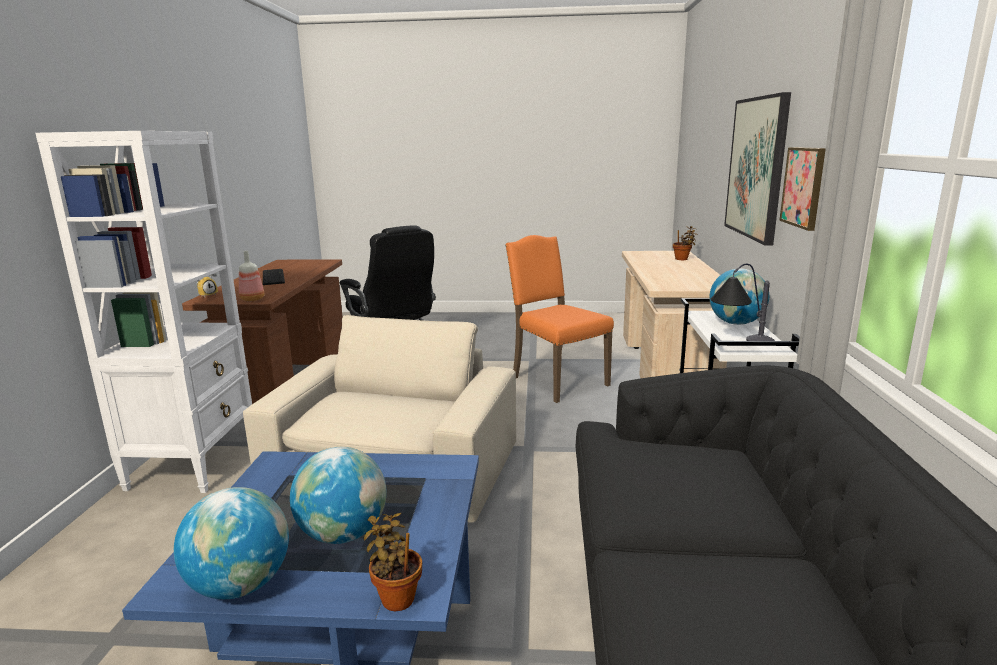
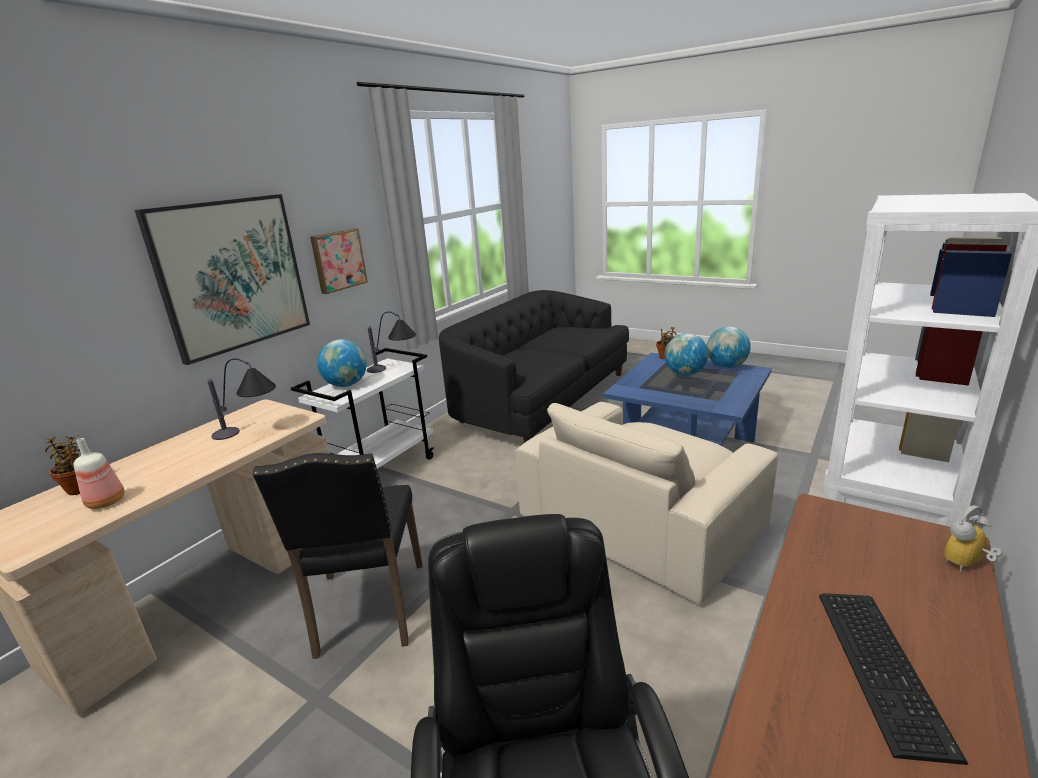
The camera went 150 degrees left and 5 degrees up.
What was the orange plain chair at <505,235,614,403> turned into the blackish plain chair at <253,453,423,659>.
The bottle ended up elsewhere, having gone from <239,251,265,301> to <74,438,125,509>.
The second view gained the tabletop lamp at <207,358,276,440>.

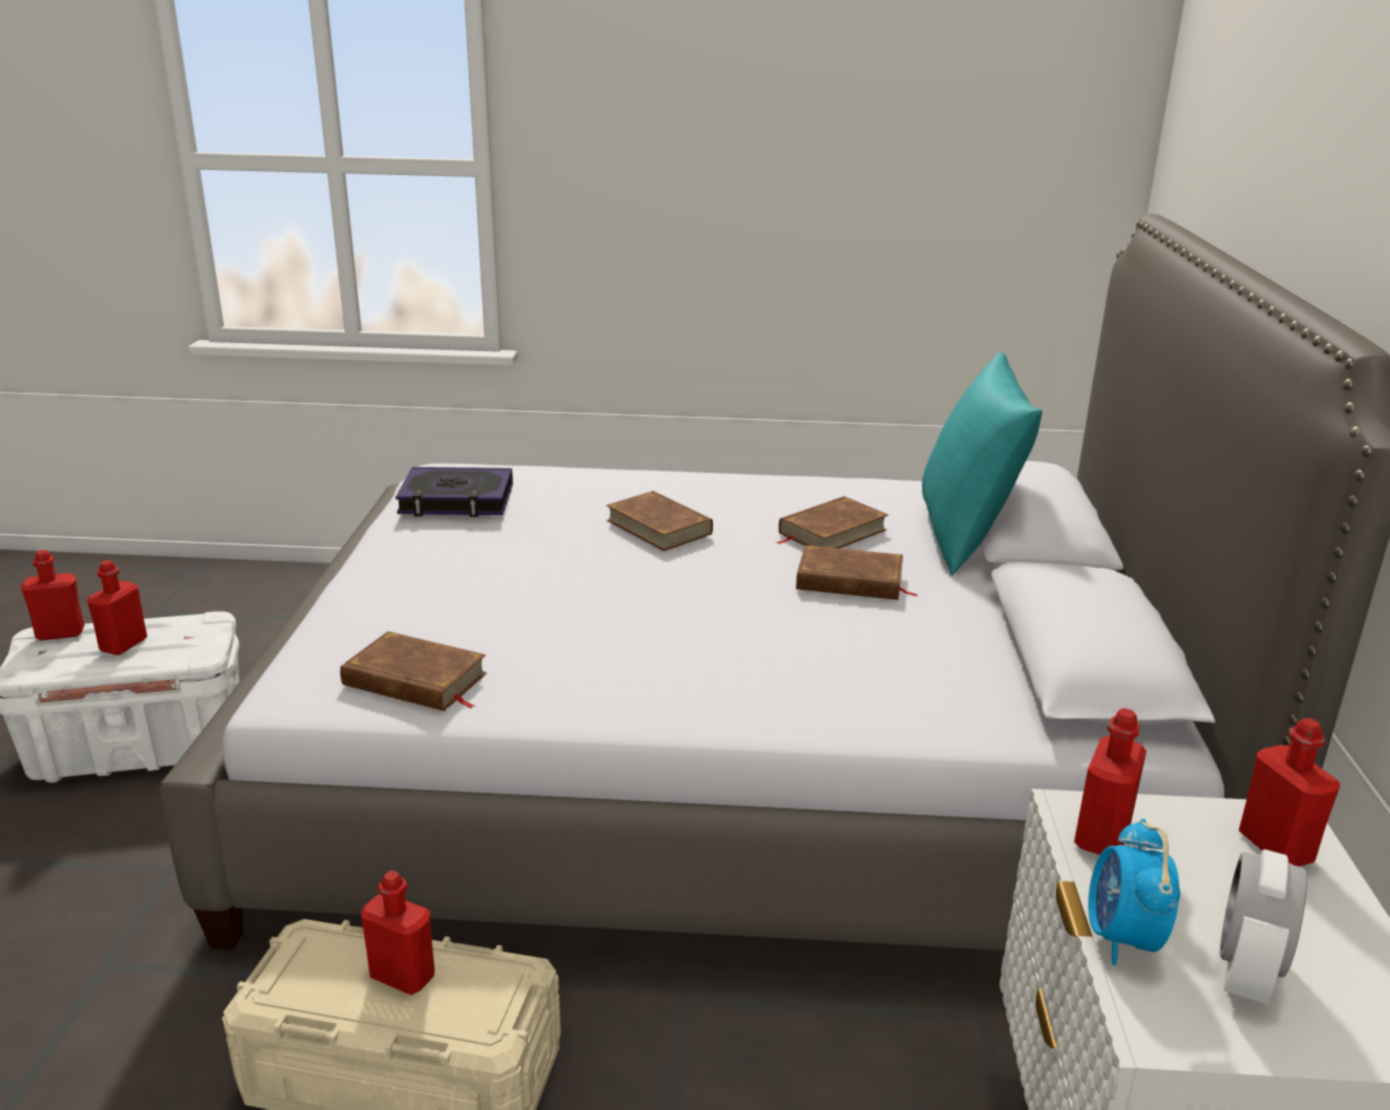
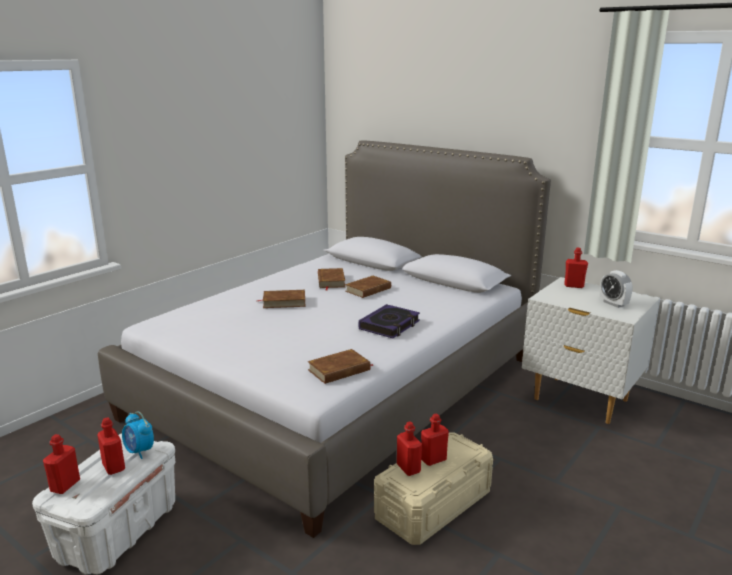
The camera went 55 degrees left and 5 degrees down.
The second view lost the turquoise-coloured cushion at <922,352,1042,576>.
The volume ended up elsewhere, having gone from <395,467,513,517> to <359,304,420,338>.
The red-coloured bottle ended up elsewhere, having gone from <1074,708,1146,855> to <397,421,422,476>.
The table clock ended up elsewhere, having gone from <1088,819,1180,965> to <122,412,154,459>.

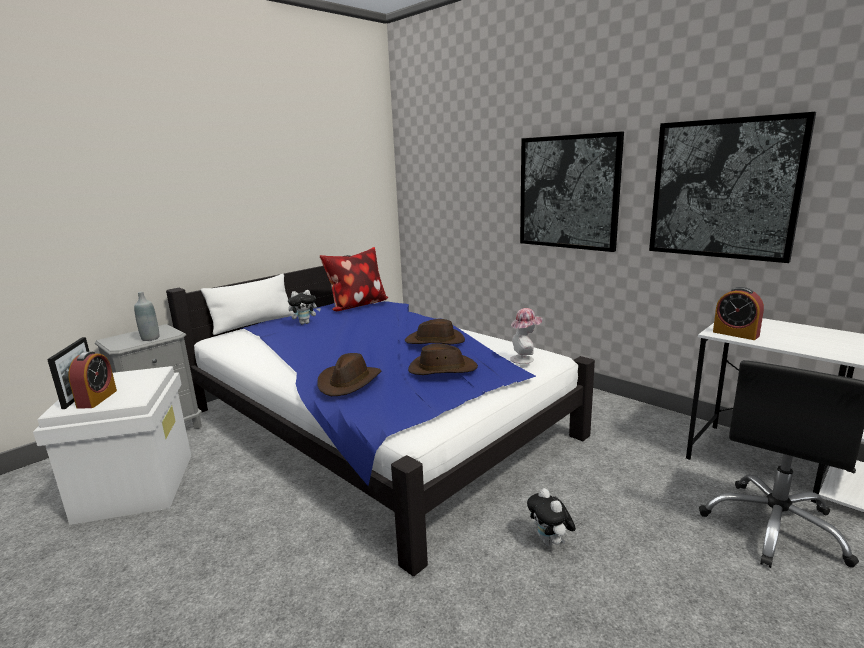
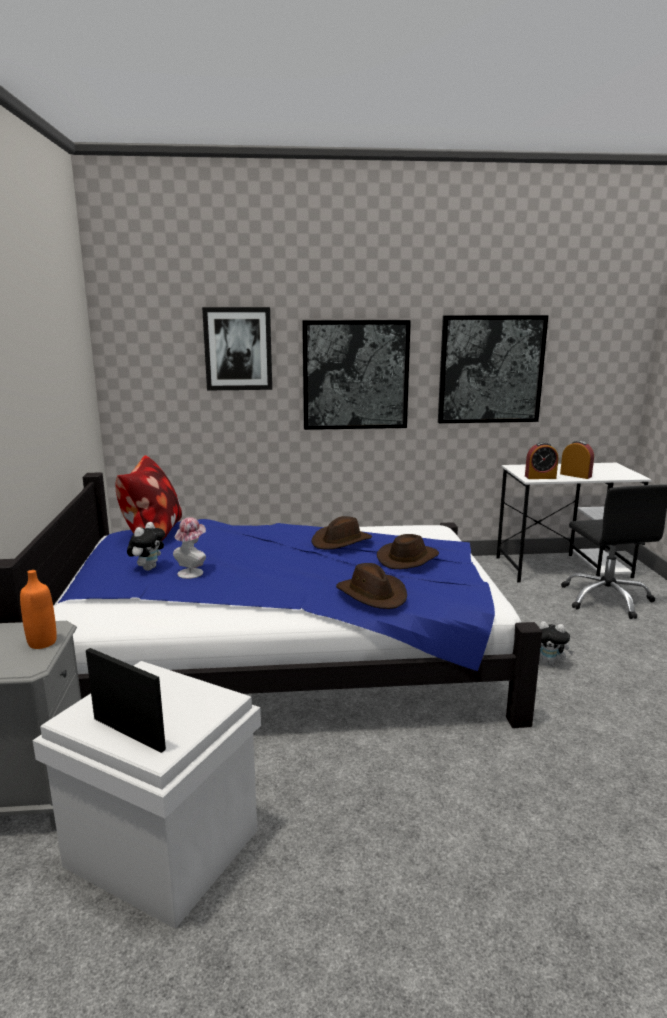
The camera went 50 degrees left and 0 degrees up.
The second view lost the white cushion at <201,274,294,335>.
What was the grey bottle at <134,292,159,341> turned into the orange bottle at <20,570,57,649>.
The hat ended up elsewhere, having gone from <510,308,543,364> to <173,517,206,579>.
The table clock ended up elsewhere, having gone from <68,352,117,409> to <560,440,594,479>.
The second view gained the picture at <202,307,272,390>.

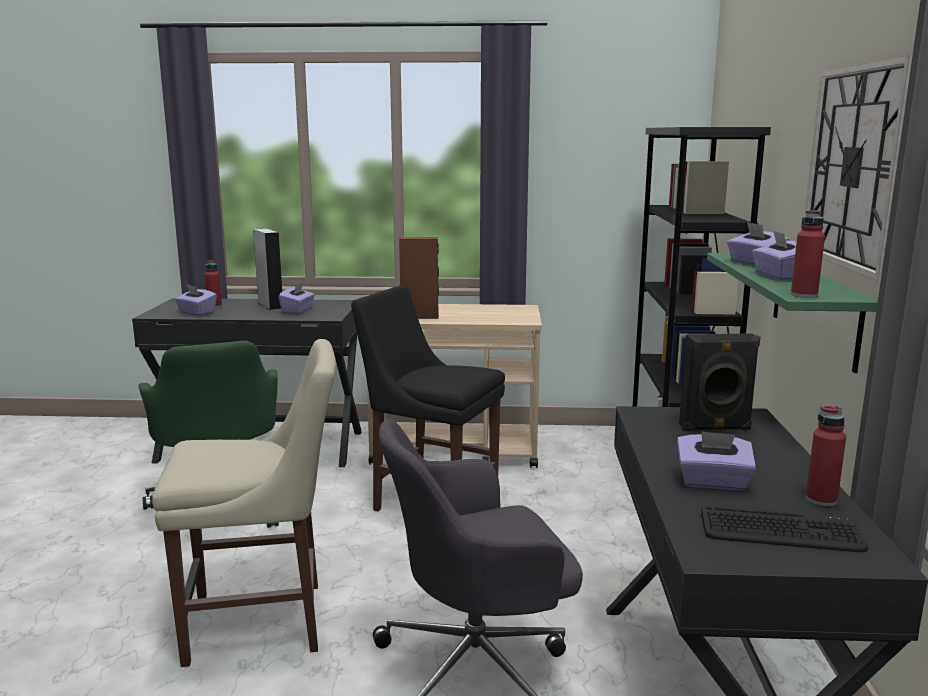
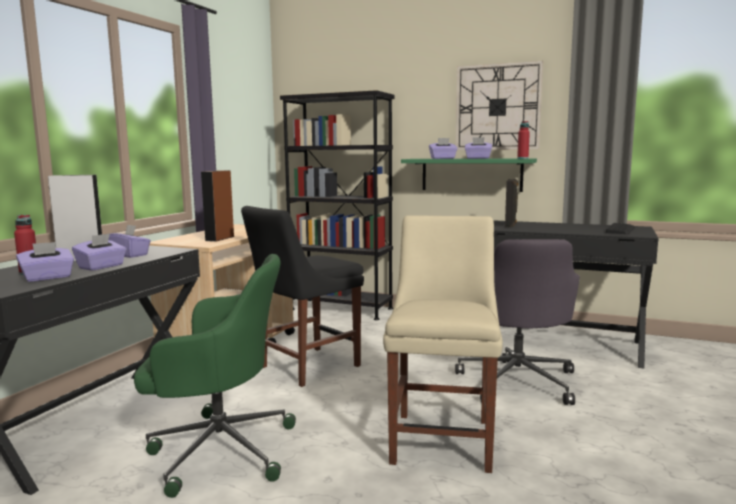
The camera went 70 degrees left and 5 degrees down.
The second view lost the red-coloured bottle at <806,406,846,506>.
The purplish tissue box ended up elsewhere, having gone from <677,431,756,490> to <72,233,126,271>.

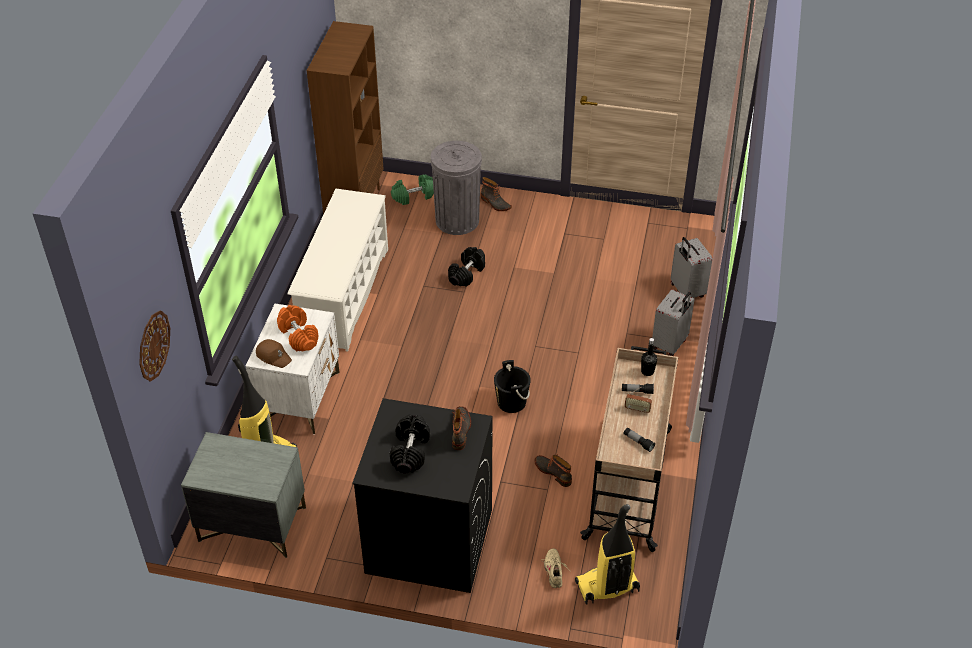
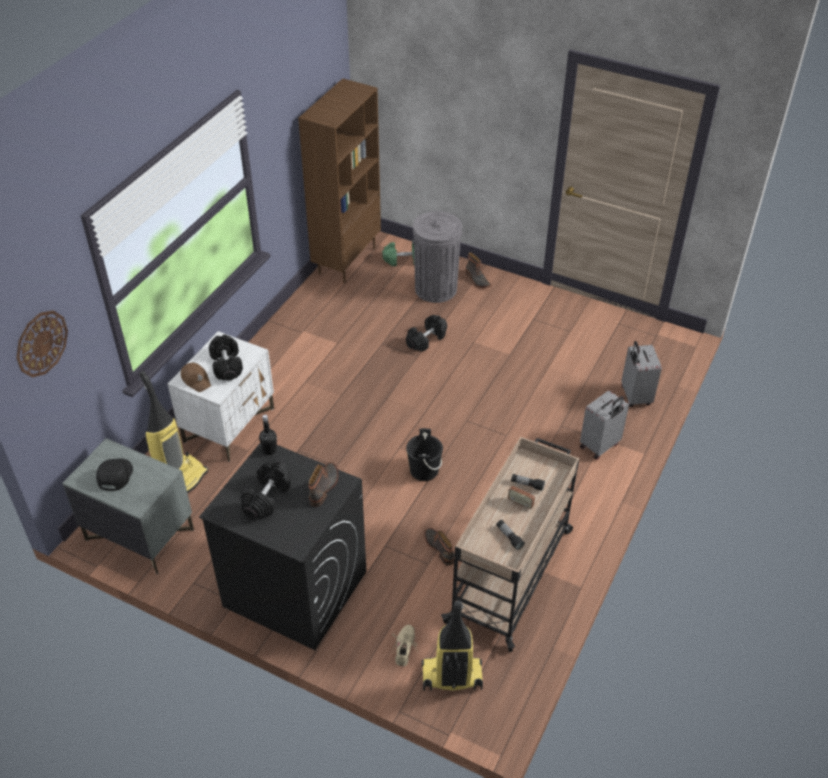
The camera went 15 degrees right and 0 degrees up.
The second view lost the white shoe stand at <288,189,388,351>.
What was the orange hand weight at <277,305,318,351> turned into the blackish hand weight at <209,334,243,381>.
The blackish bottle ended up elsewhere, having gone from <641,338,657,376> to <259,415,277,455>.
The second view gained the blackish baseball cap at <96,458,133,491>.

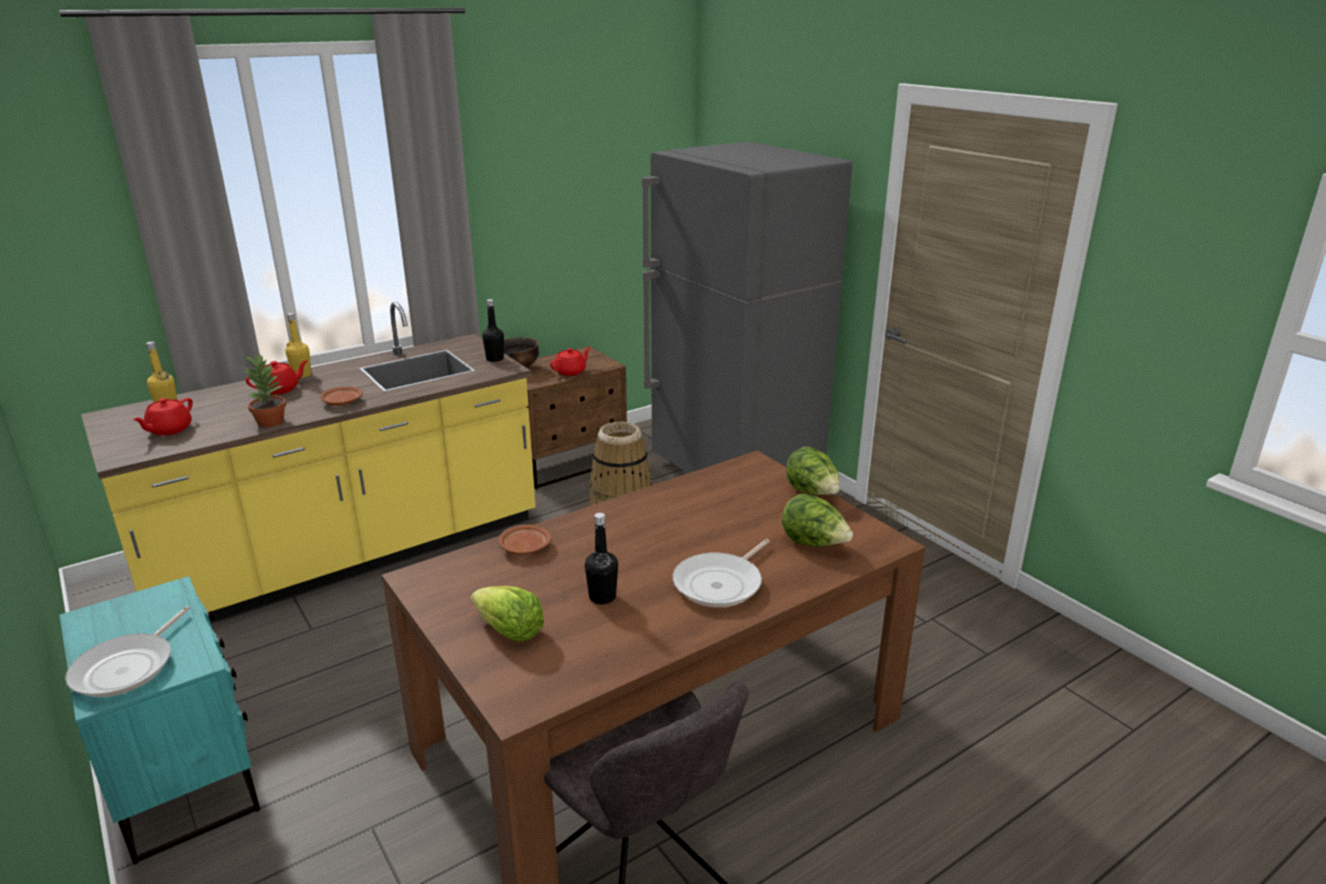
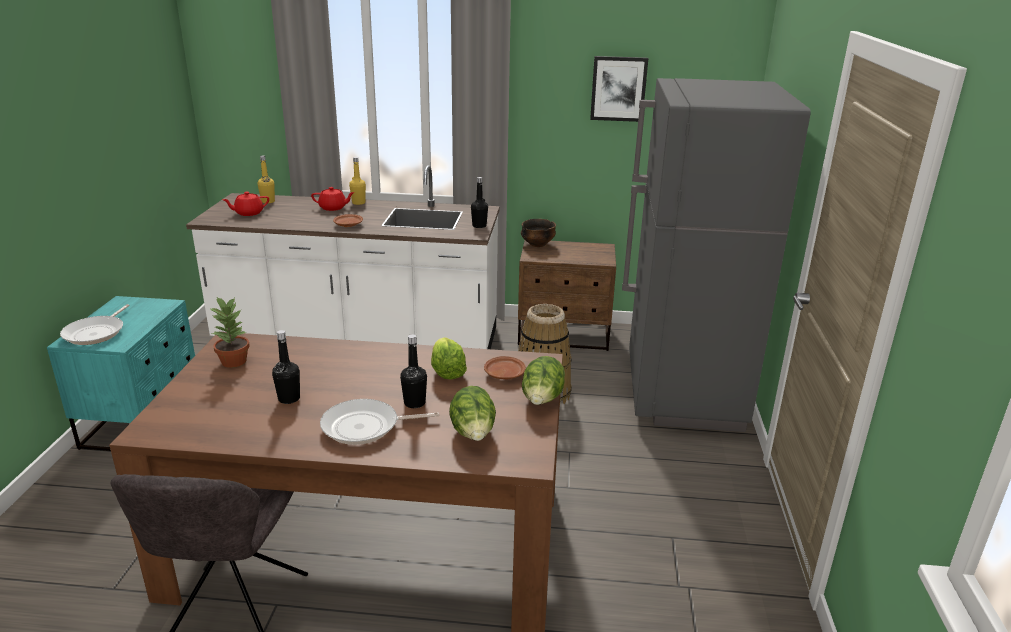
The camera went 40 degrees right and 0 degrees up.
What was the yellow-coloured kitchen base unit at <81,302,536,623> turned into the white kitchen base unit at <186,165,500,349>.
The second view lost the red-coloured tea pot at <550,347,591,376>.
The potted plant ended up elsewhere, having gone from <244,355,286,427> to <209,297,249,368>.
The brownish flat dish ended up elsewhere, having gone from <498,524,551,555> to <484,356,526,379>.
The lettuce ended up elsewhere, having gone from <471,586,544,642> to <431,337,467,380>.
The pan at <65,606,190,697> ended up facing another way, 45 degrees counterclockwise from before.
The second view gained the picture at <590,56,648,122>.
The second view gained the blackish bottle at <400,334,427,408>.

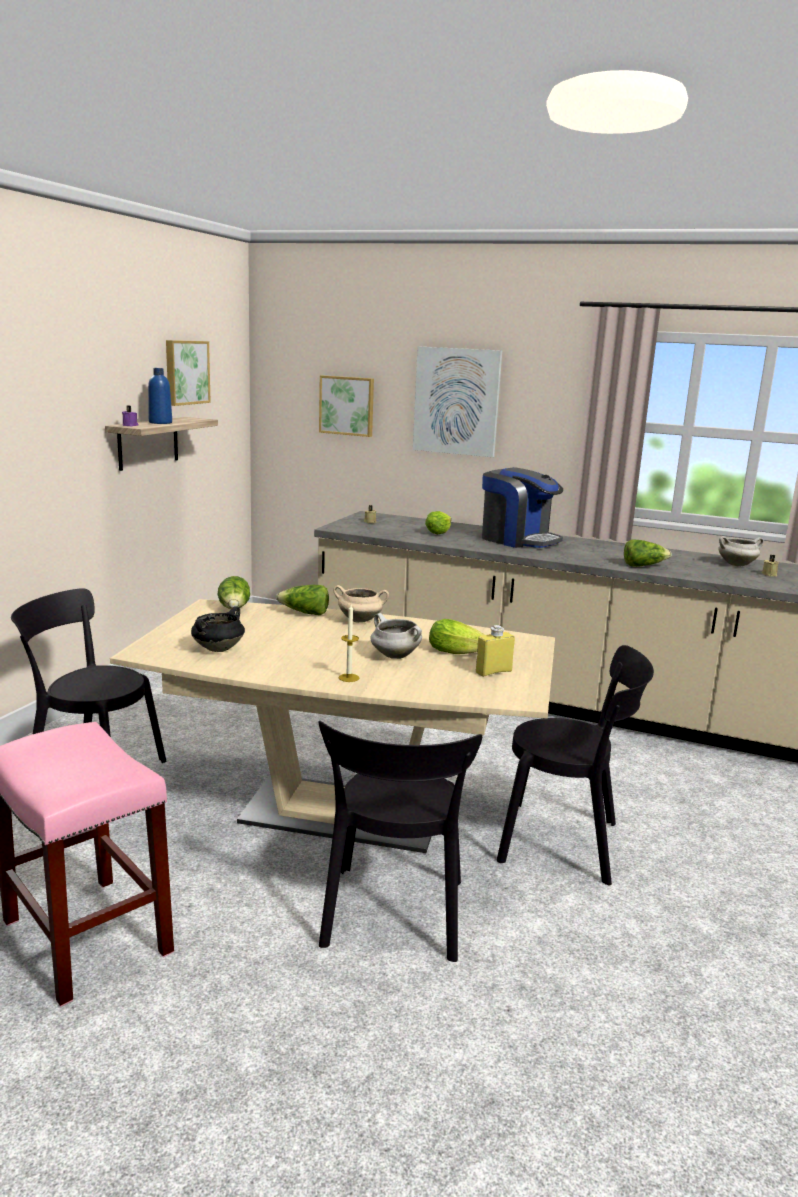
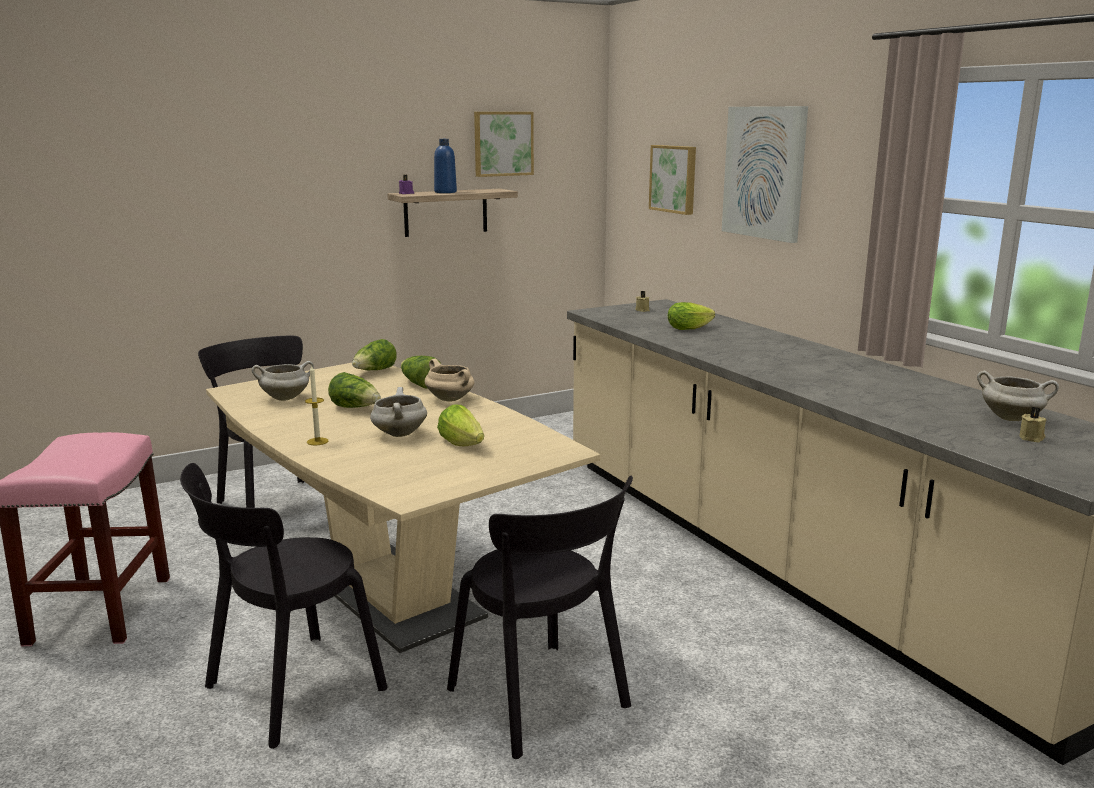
The camera went 40 degrees right and 0 degrees up.
The second view lost the coffee machine at <482,467,563,548>.
The lettuce ended up elsewhere, having gone from <624,539,671,567> to <328,372,381,408>.
What was the blackish saucepot at <191,606,245,652> turned into the white saucepot at <252,361,314,401>.
The second view lost the yellow-coloured bottle at <476,625,515,677>.

